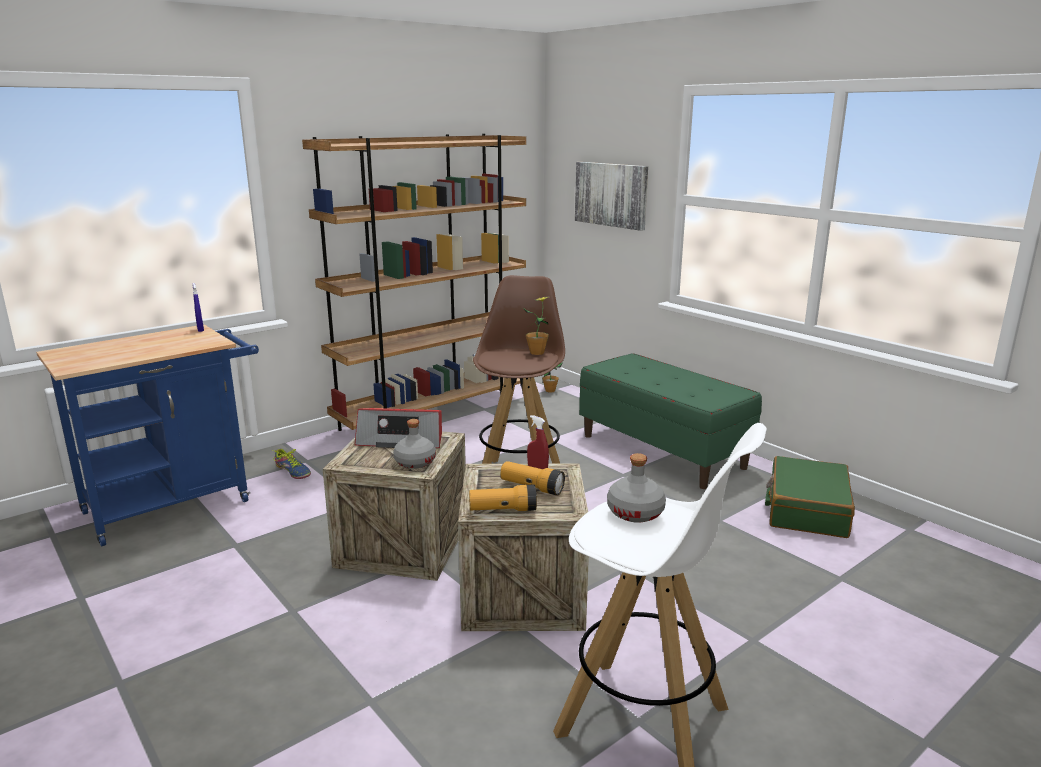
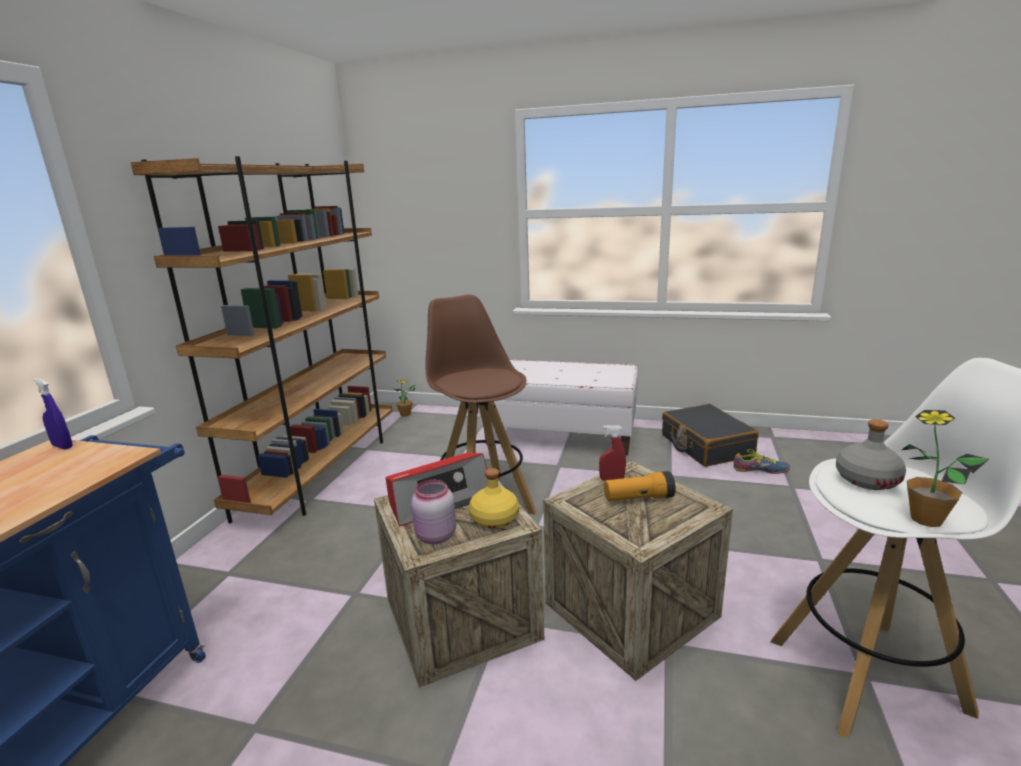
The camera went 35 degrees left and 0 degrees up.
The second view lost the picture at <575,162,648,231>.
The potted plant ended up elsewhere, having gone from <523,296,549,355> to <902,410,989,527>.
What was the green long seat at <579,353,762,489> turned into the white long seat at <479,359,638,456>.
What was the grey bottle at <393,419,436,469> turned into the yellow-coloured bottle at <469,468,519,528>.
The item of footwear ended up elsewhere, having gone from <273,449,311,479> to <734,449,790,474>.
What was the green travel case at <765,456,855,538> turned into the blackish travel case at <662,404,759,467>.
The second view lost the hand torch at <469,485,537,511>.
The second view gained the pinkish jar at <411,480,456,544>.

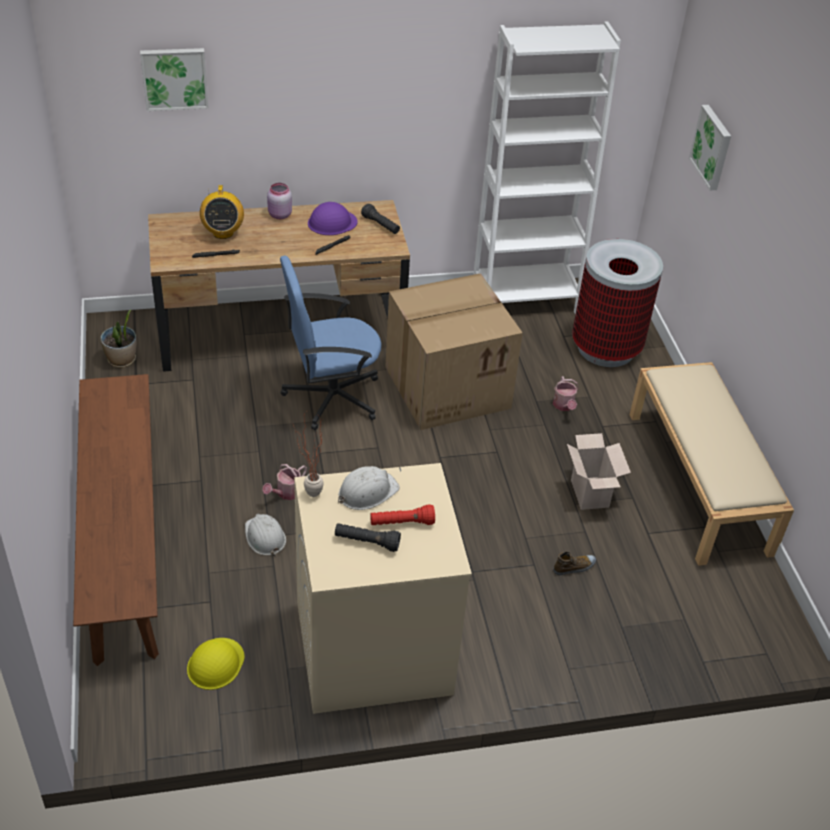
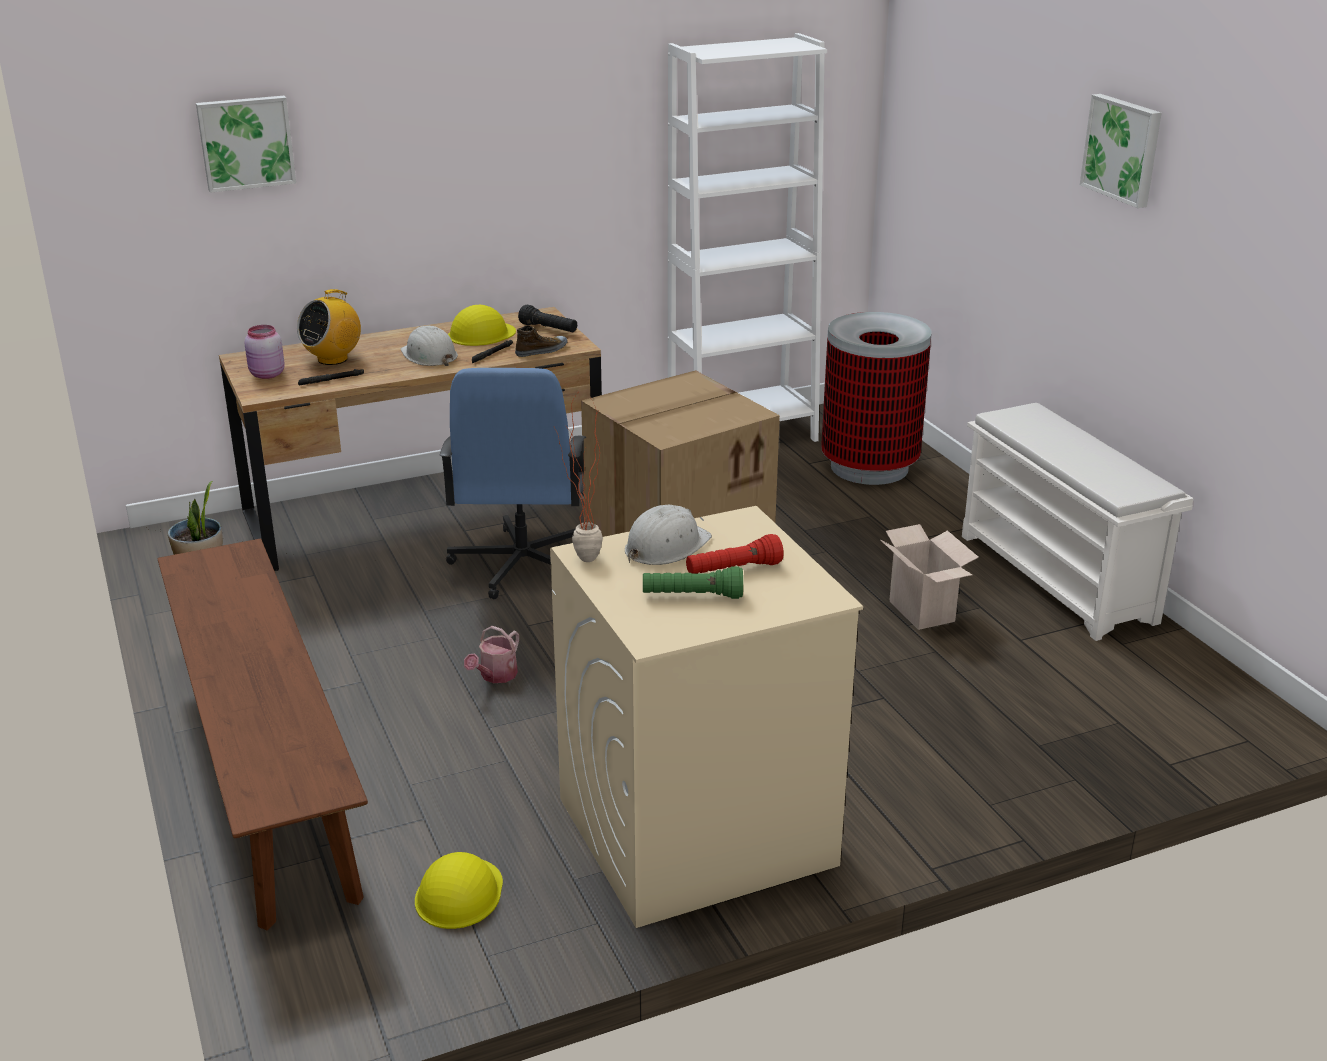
The camera went 10 degrees left and 15 degrees down.
The picture ended up elsewhere, having gone from <689,105,731,191> to <1080,94,1162,208>.
The pinkish jar ended up elsewhere, having gone from <267,183,292,219> to <245,325,285,379>.
The radio set at <200,185,244,239> ended up facing another way, 60 degrees clockwise from before.
What was the purplish hard hat at <308,202,358,235> turned into the yellow-coloured hard hat at <448,305,516,346>.
The blue computer chair at <280,256,382,430> ended up facing another way, 60 degrees counterclockwise from before.
Where the beige-coloured long seat stood at <630,362,794,566>, the white shoe stand came to stand at <962,403,1193,641>.
The second view lost the watering can at <553,376,579,411>.
The white hard hat ended up elsewhere, having gone from <245,514,286,556> to <401,326,458,366>.
What was the blackish hand torch at <335,523,401,552> turned into the green hand torch at <643,567,743,599>.
The item of footwear ended up elsewhere, having gone from <553,551,596,576> to <515,325,568,357>.

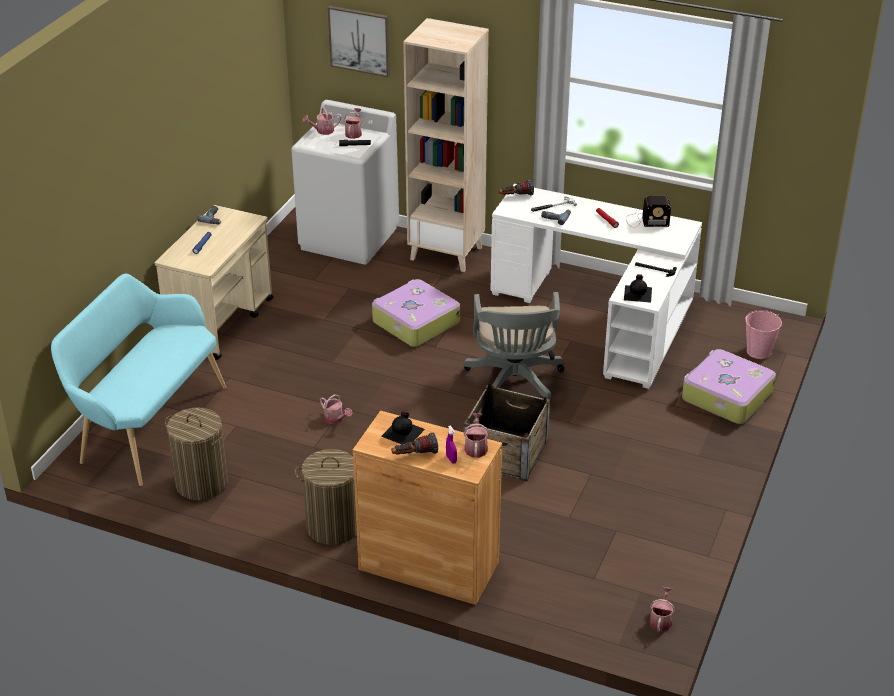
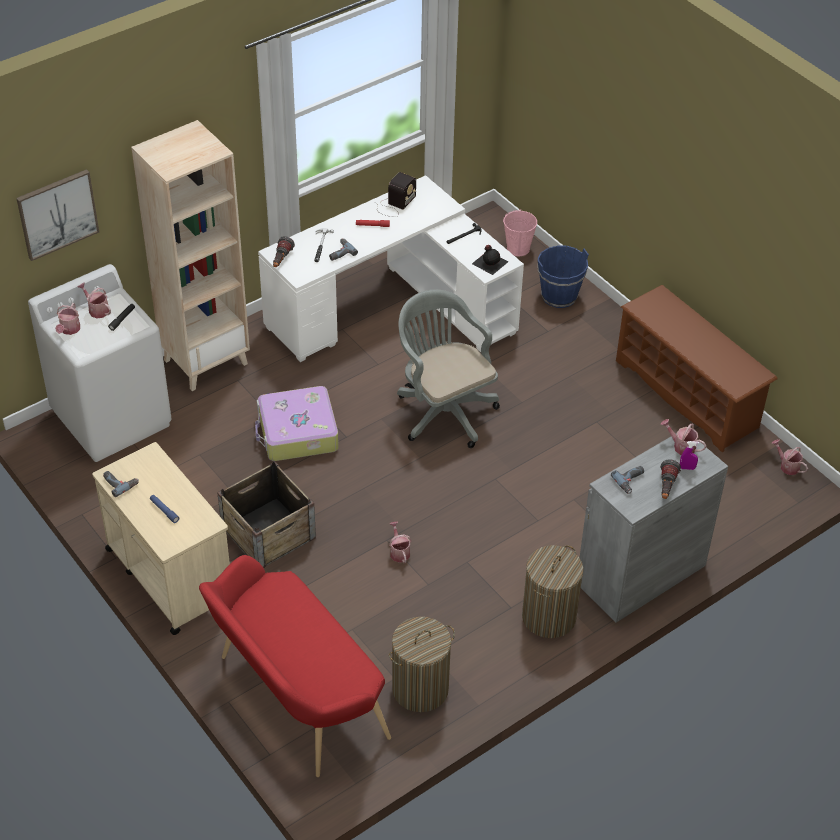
The camera went 60 degrees left and 10 degrees up.
What was the turquoise-coloured long seat at <51,274,226,486> turned into the red-coloured long seat at <199,555,391,777>.
The grey computer chair at <463,292,564,399> ended up facing another way, 150 degrees counterclockwise from before.
Where the travel case stood at <682,349,776,424>, the blue bucket came to stand at <537,246,589,308>.
The crate ended up elsewhere, having gone from <464,383,550,481> to <217,461,316,568>.
The watering can at <320,394,352,424> ended up facing another way, 90 degrees counterclockwise from before.
Where the blackish bottle stood at <381,410,425,444>, the electric drill came to stand at <611,466,644,494>.
What was the brownish storage cabinet at <353,411,502,605> turned into the grey storage cabinet at <579,433,728,623>.
The second view gained the brownish shoe stand at <616,285,778,452>.

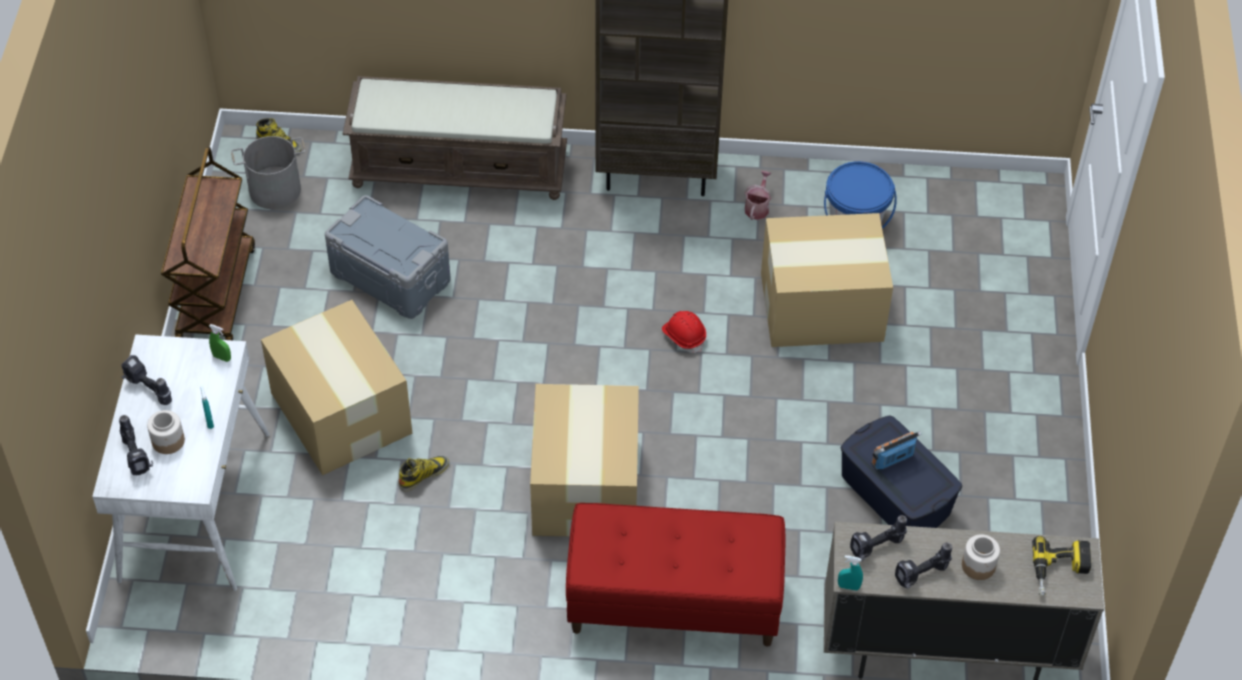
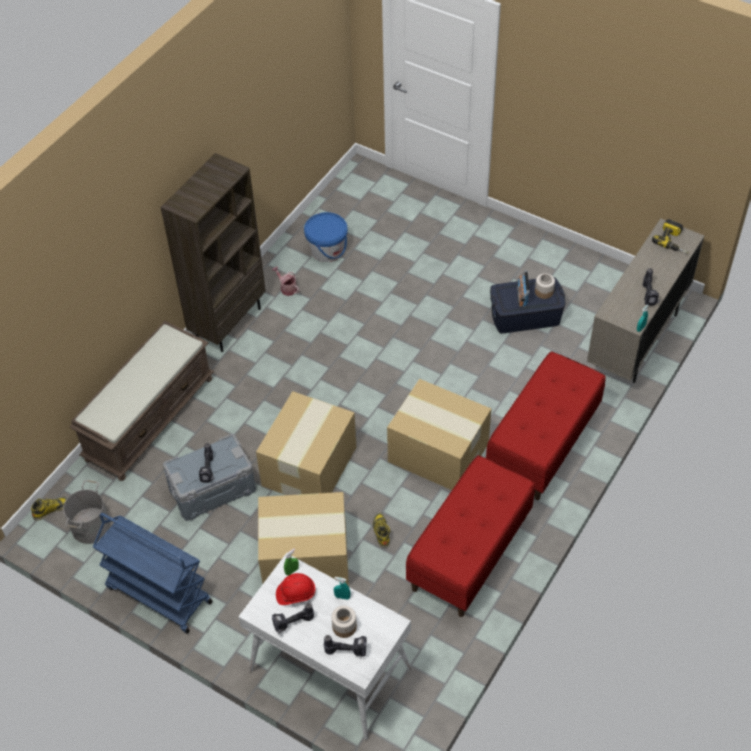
The camera went 60 degrees left and 0 degrees up.
What was the brownish cart at <161,147,255,340> turned into the blue cart at <93,513,213,634>.
The cardboard box ended up elsewhere, having gone from <761,213,893,347> to <256,391,356,495>.
The red-coloured hard hat ended up elsewhere, having gone from <662,311,706,353> to <276,573,316,605>.
The electric drill ended up elsewhere, having gone from <850,515,907,561> to <199,443,215,483>.
The jar ended up elsewhere, having gone from <962,534,1000,580> to <535,273,555,299>.
The second view gained the red-coloured long seat at <406,455,535,617>.

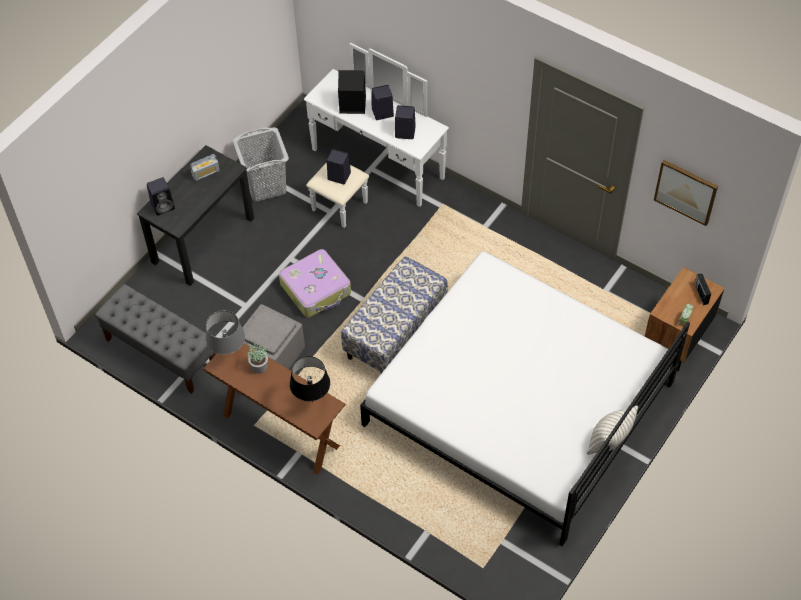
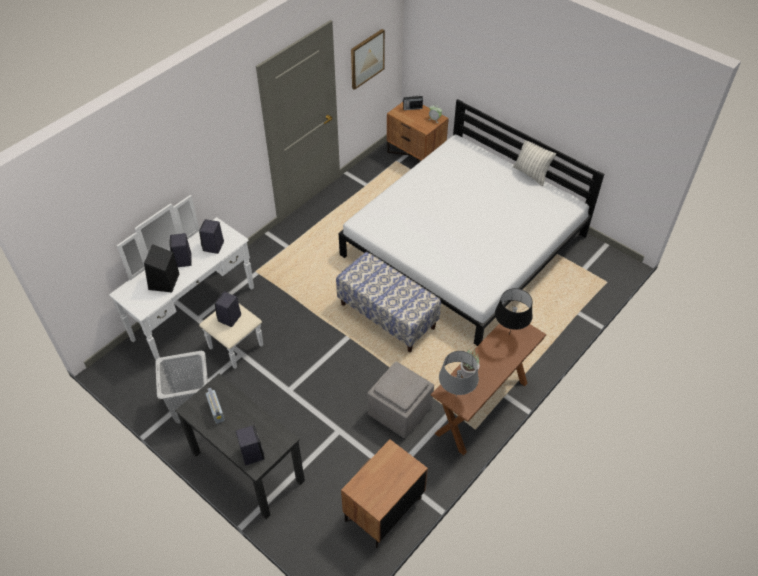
The camera went 85 degrees left and 5 degrees down.
The second view lost the travel case at <279,249,351,317>.
Where the grey long seat stood at <95,284,215,394>, the brownish nightstand came to stand at <341,439,428,548>.

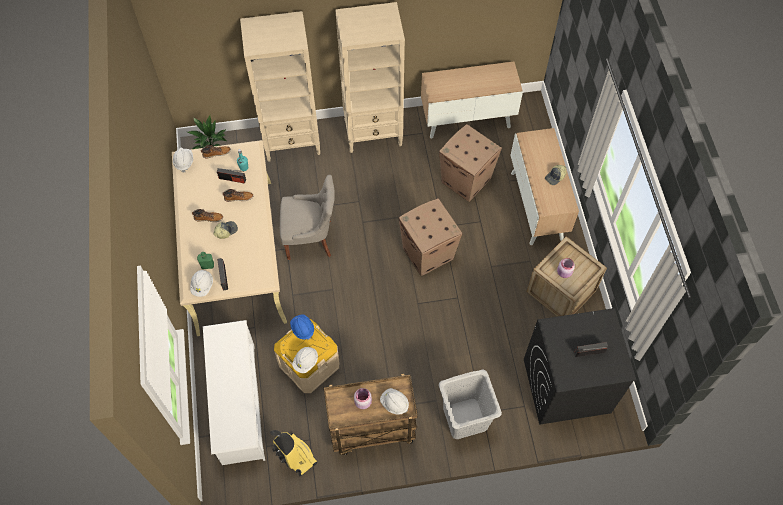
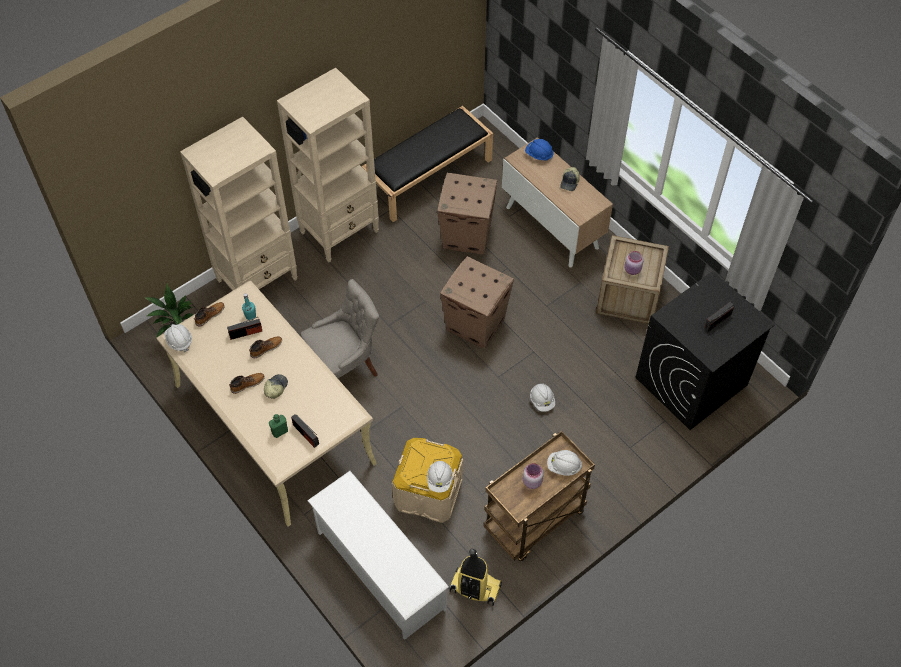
The camera went 30 degrees left and 5 degrees down.
Where the storage cabinet stood at <421,62,523,139>, the blackish long seat came to stand at <361,106,493,222>.
The white hard hat ended up elsewhere, having gone from <190,270,213,297> to <530,383,555,412>.
The blue hard hat ended up elsewhere, having gone from <290,314,314,340> to <525,139,553,161>.
The second view lost the grey hamper at <439,369,502,439>.

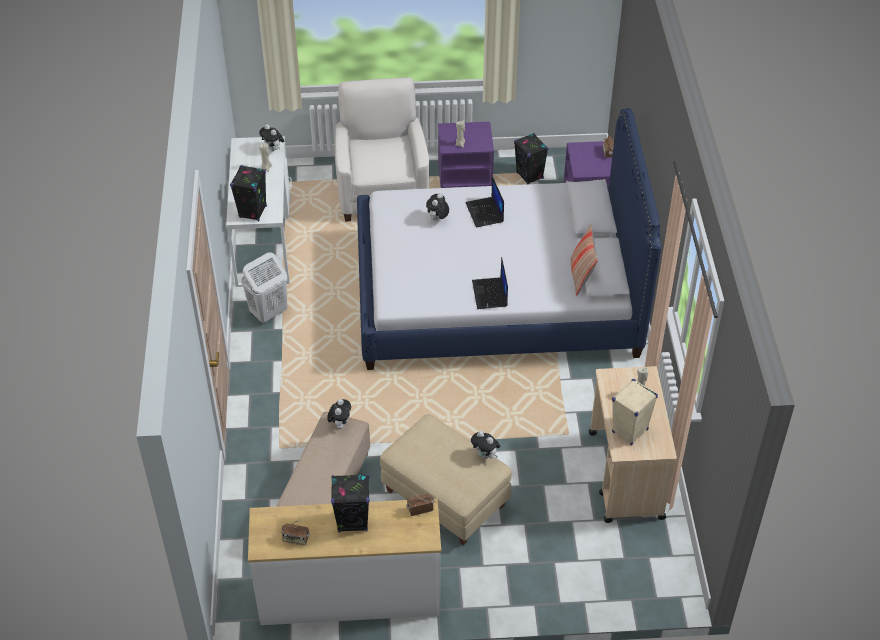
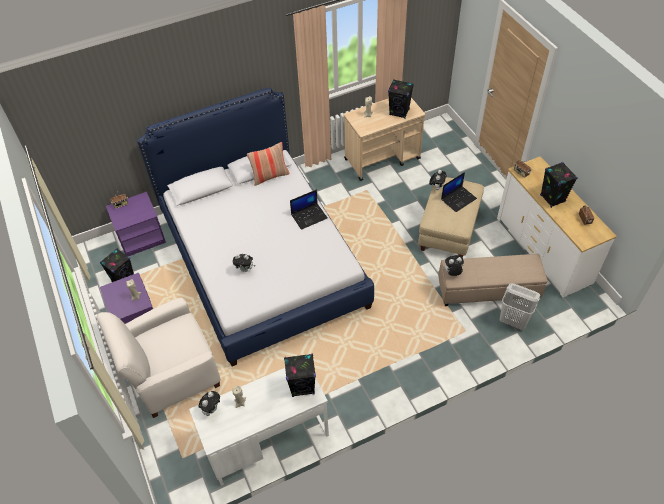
The camera went 110 degrees left and 5 degrees up.
The laptop ended up elsewhere, having gone from <465,177,504,228> to <441,172,477,212>.
The white hamper ended up elsewhere, having gone from <241,252,288,324> to <500,283,540,330>.
What was the beige-coloured speaker at <612,379,658,445> turned into the blackish speaker at <388,79,414,119>.

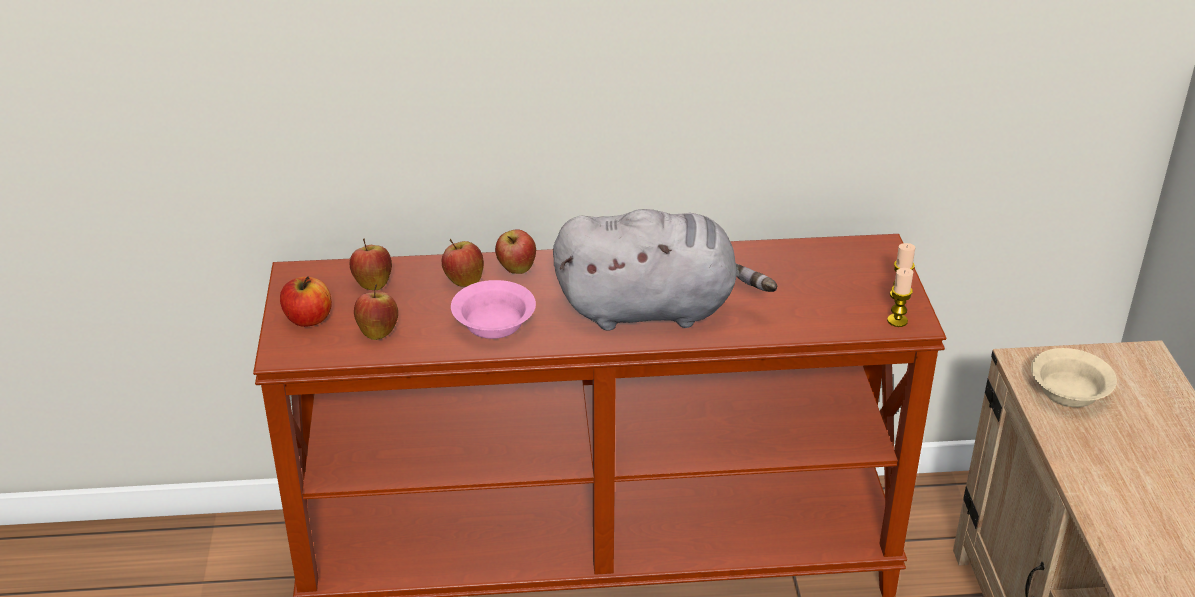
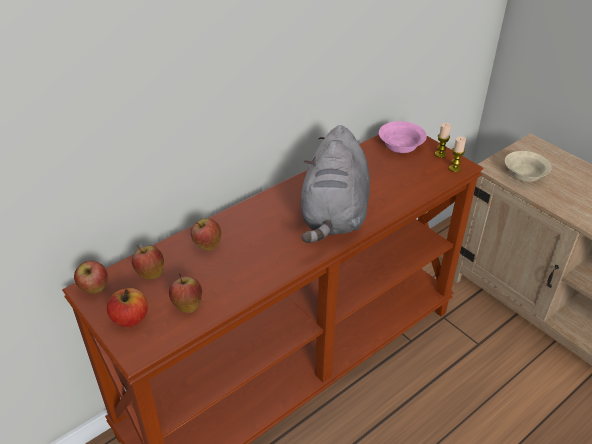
The camera went 35 degrees left and 5 degrees up.
The grey cuddly toy at <553,209,777,331> ended up facing another way, 135 degrees clockwise from before.
The apple fruit ended up elsewhere, having gone from <495,230,536,274> to <74,260,108,294>.
The pinkish bowl ended up elsewhere, having gone from <451,280,536,339> to <379,121,427,153>.

